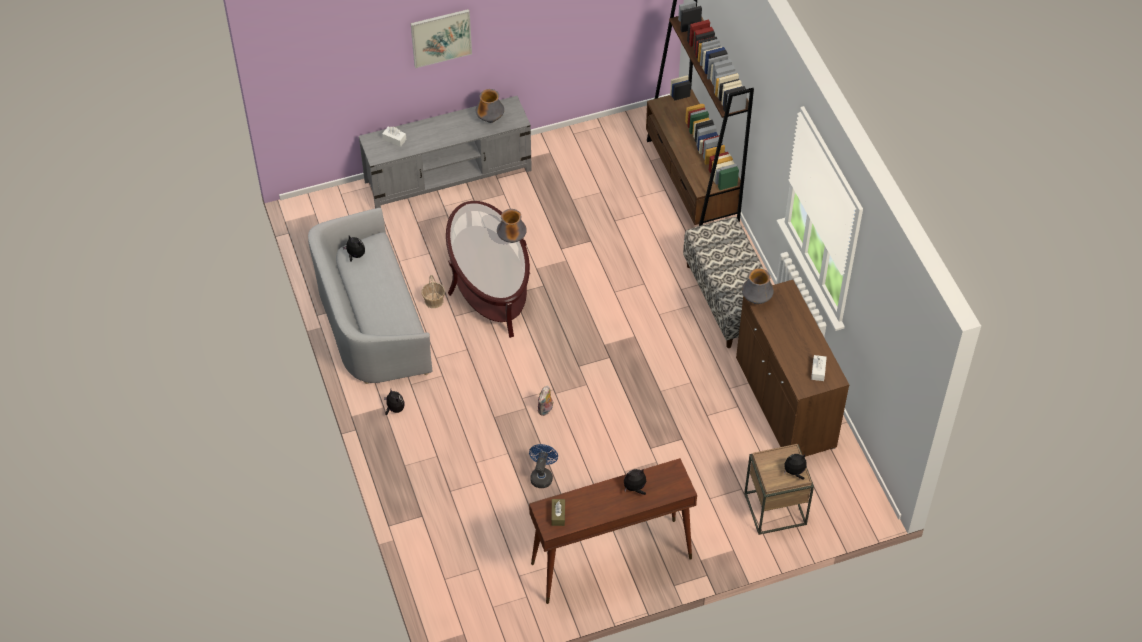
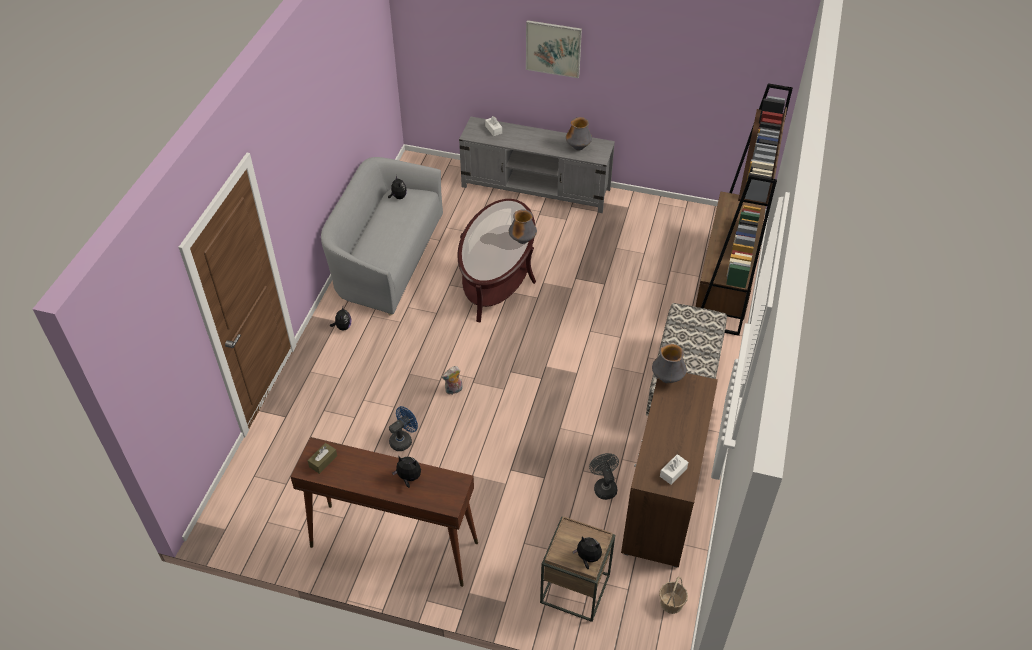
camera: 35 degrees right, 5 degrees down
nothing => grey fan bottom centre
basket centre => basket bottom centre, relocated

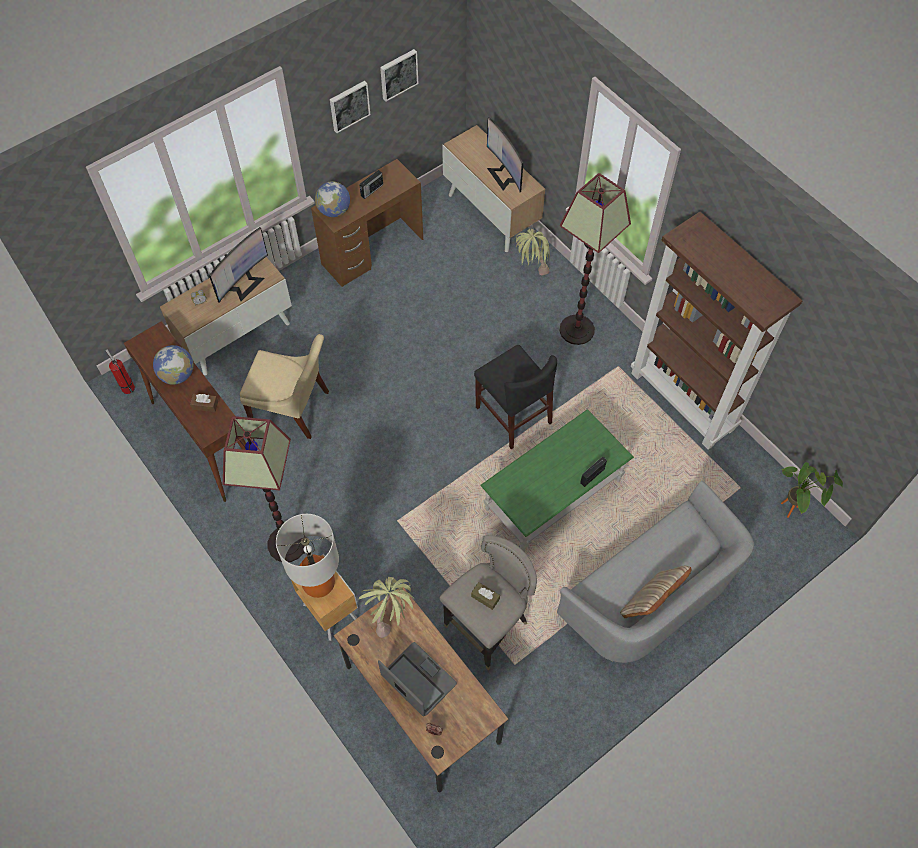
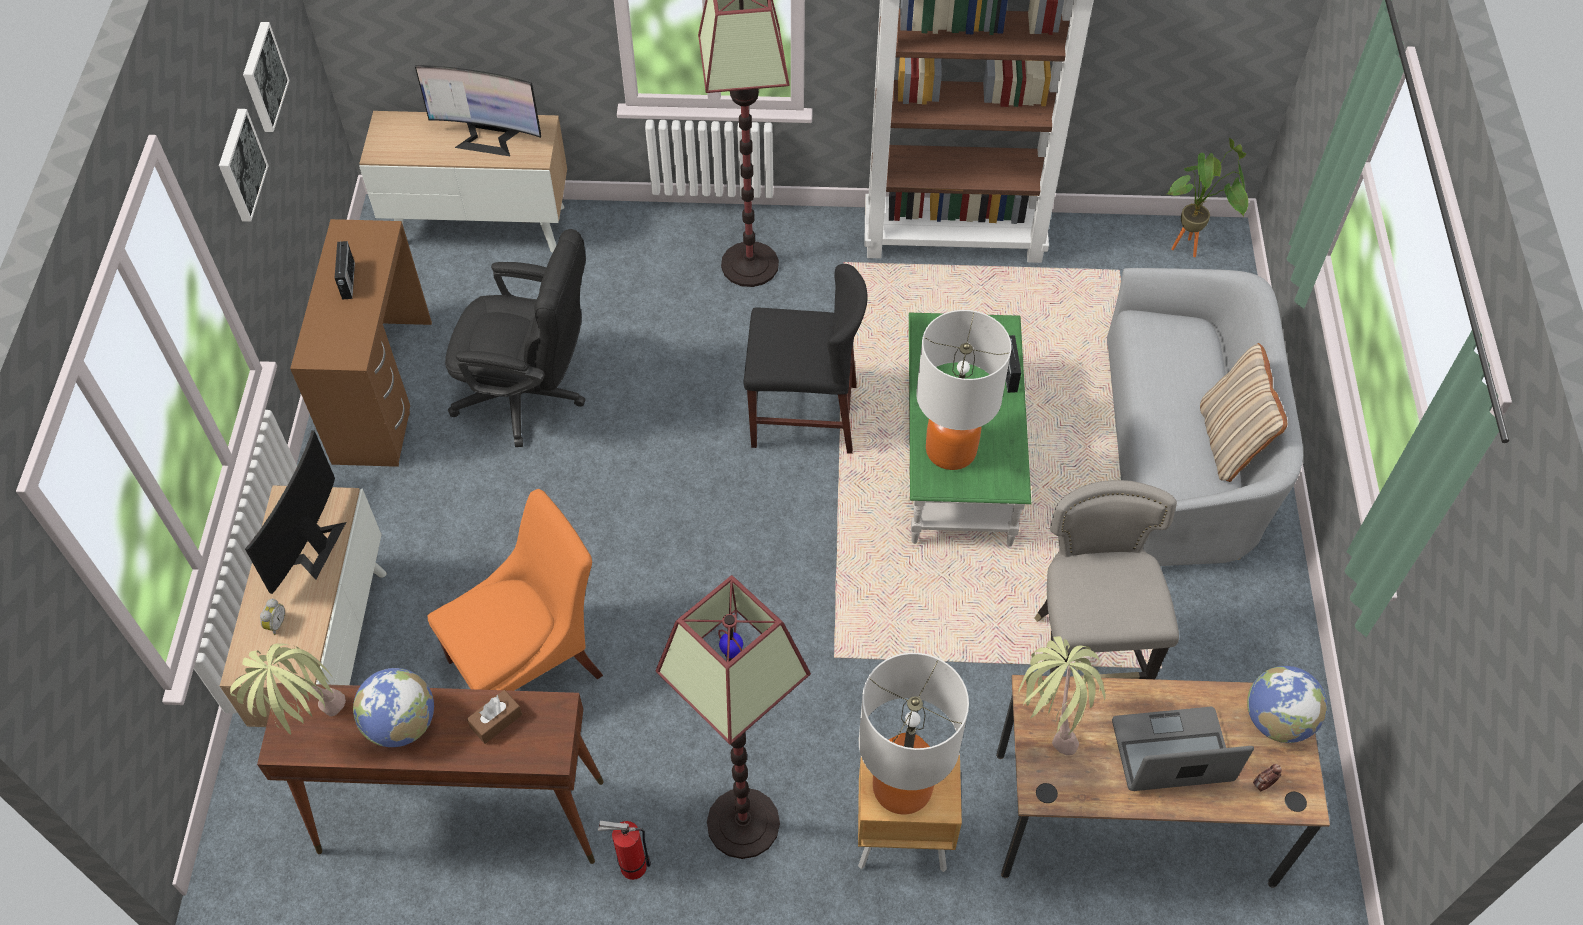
camera: 50 degrees left, 5 degrees down
potted plant (no. 2 from left in the first image) top centre => potted plant (no. 1 from left) bottom left, relocated
monitor (no. 1 from left) top left => monitor (no. 1 from left) middle left, 150 degrees counterclockwise
beige chair middle left => orange chair middle left
nothing => black office chair middle left
fire extinguisher middle left => fire extinguisher bottom centre, relocated
nothing => table lamp (no. 2 from left) centre
globe (no. 2 from left) top centre => globe (no. 2 from left) bottom right, relocated
brown tissue box (no. 2 from left) bottom centre => nothing

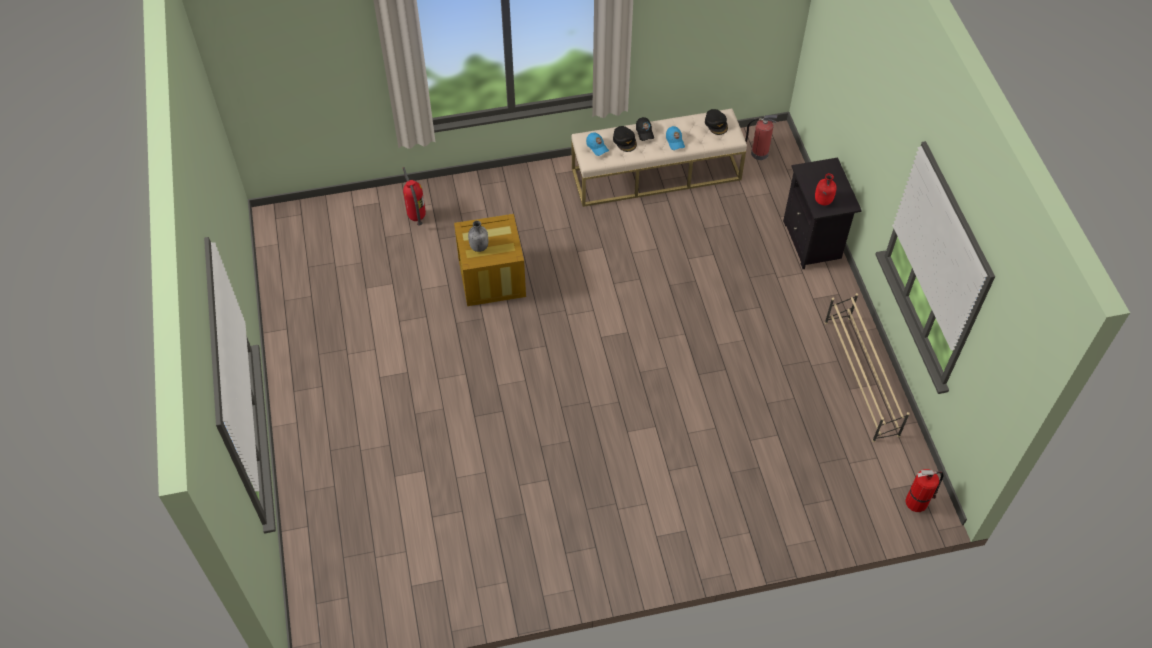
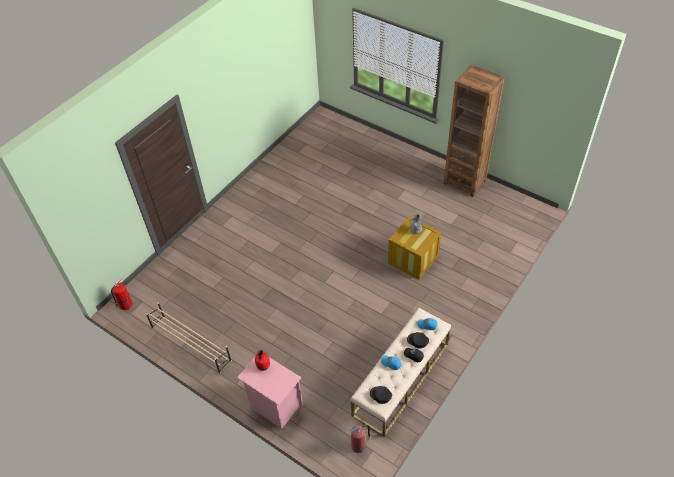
camera: 140 degrees right, 5 degrees down
black nightstand top right => pink nightstand bottom centre
nothing => brown bookcase top right
fire extinguisher (no. 1 from left) top centre => nothing

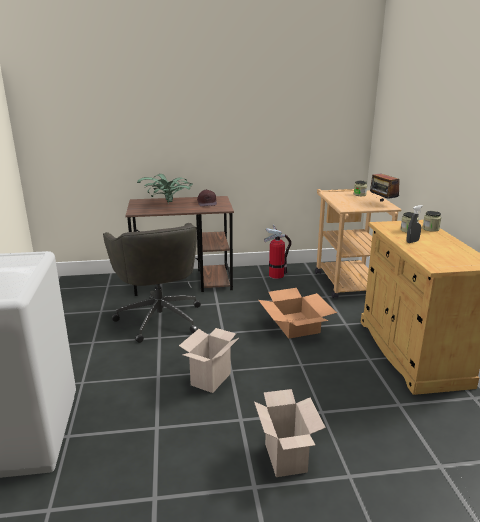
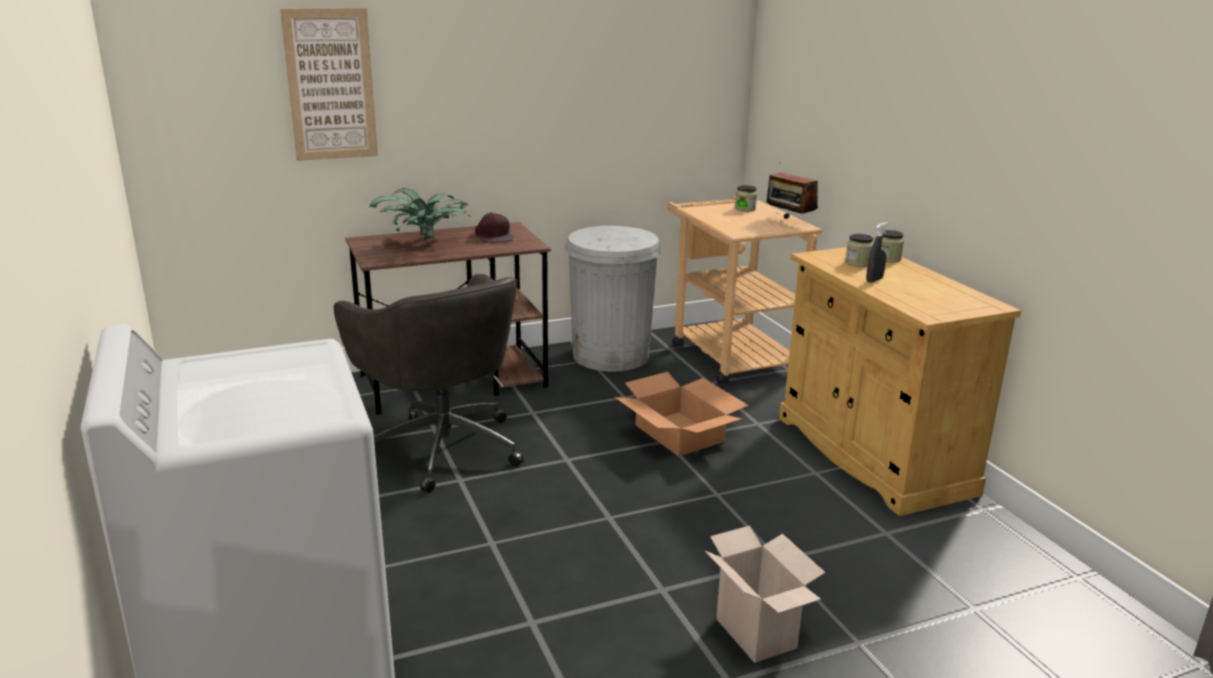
camera: 15 degrees left, 0 degrees up
nothing => picture top left
fire extinguisher centre => white trash can centre
cardboard box (no. 1 from left) bottom centre => nothing

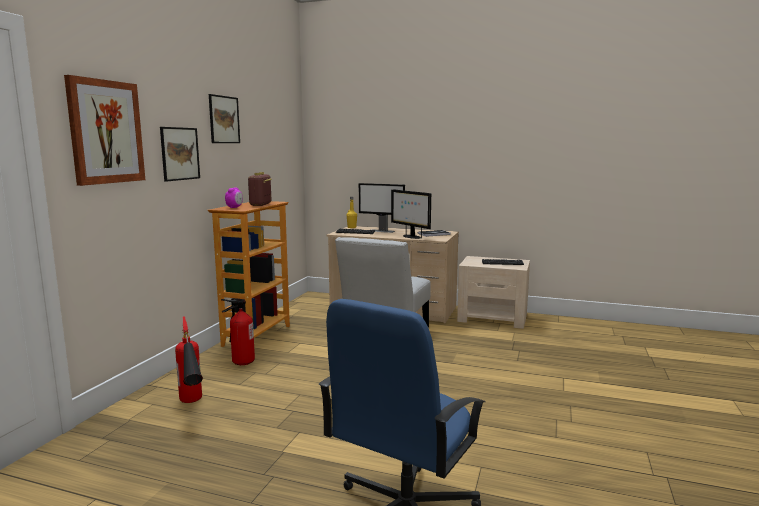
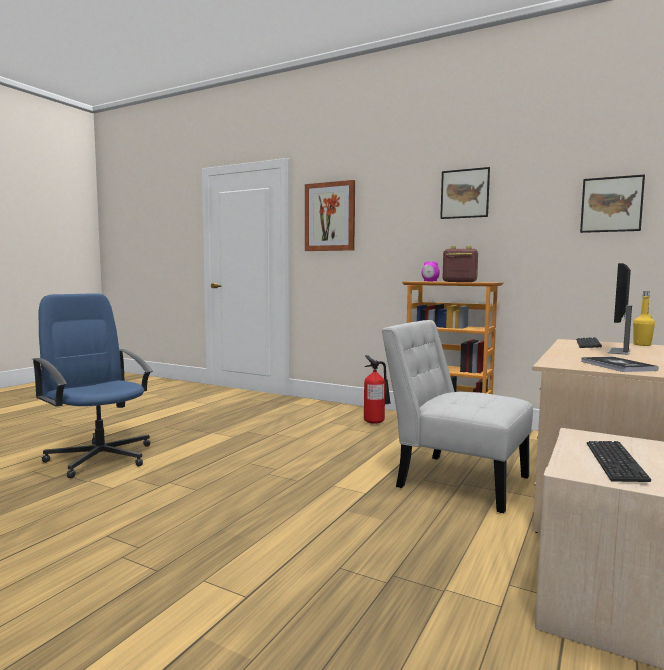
camera: 100 degrees right, 5 degrees down
picture (no. 2 from left in the first image) top left => picture (no. 3 from left) top right, relocated
fire extinguisher (no. 1 from left) bottom left => nothing
monitor (no. 2 from left) centre => nothing

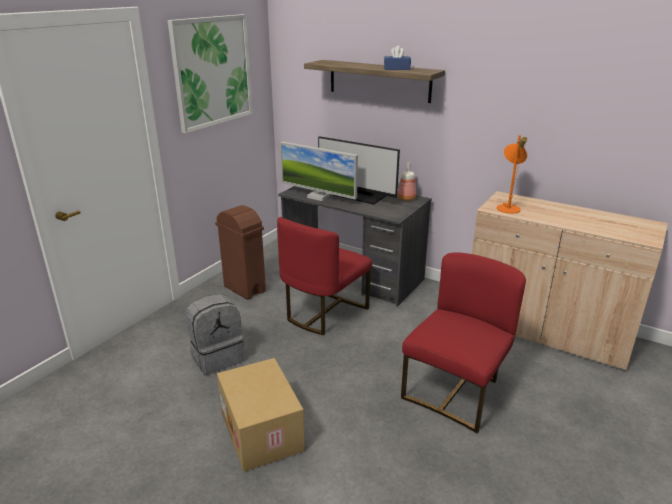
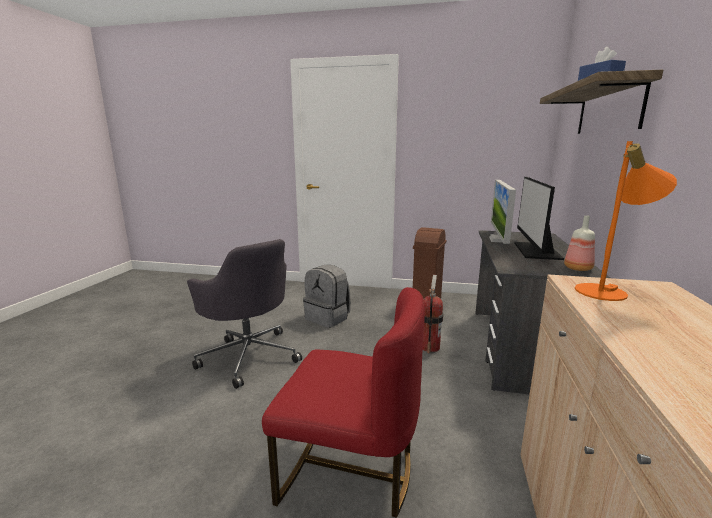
camera: 70 degrees right, 10 degrees down
cardboard box bottom centre => grey office chair centre
red chair (no. 1 from left) centre => fire extinguisher centre
picture top left => nothing

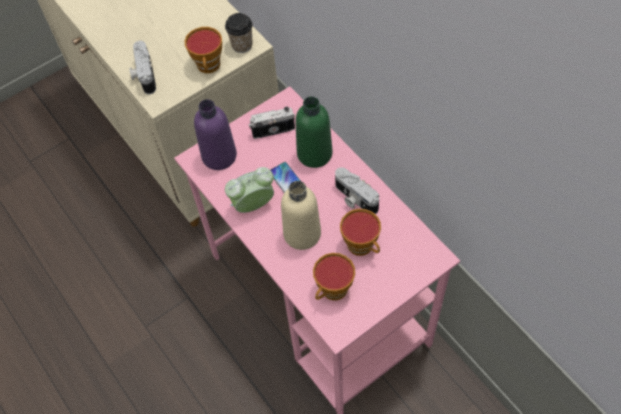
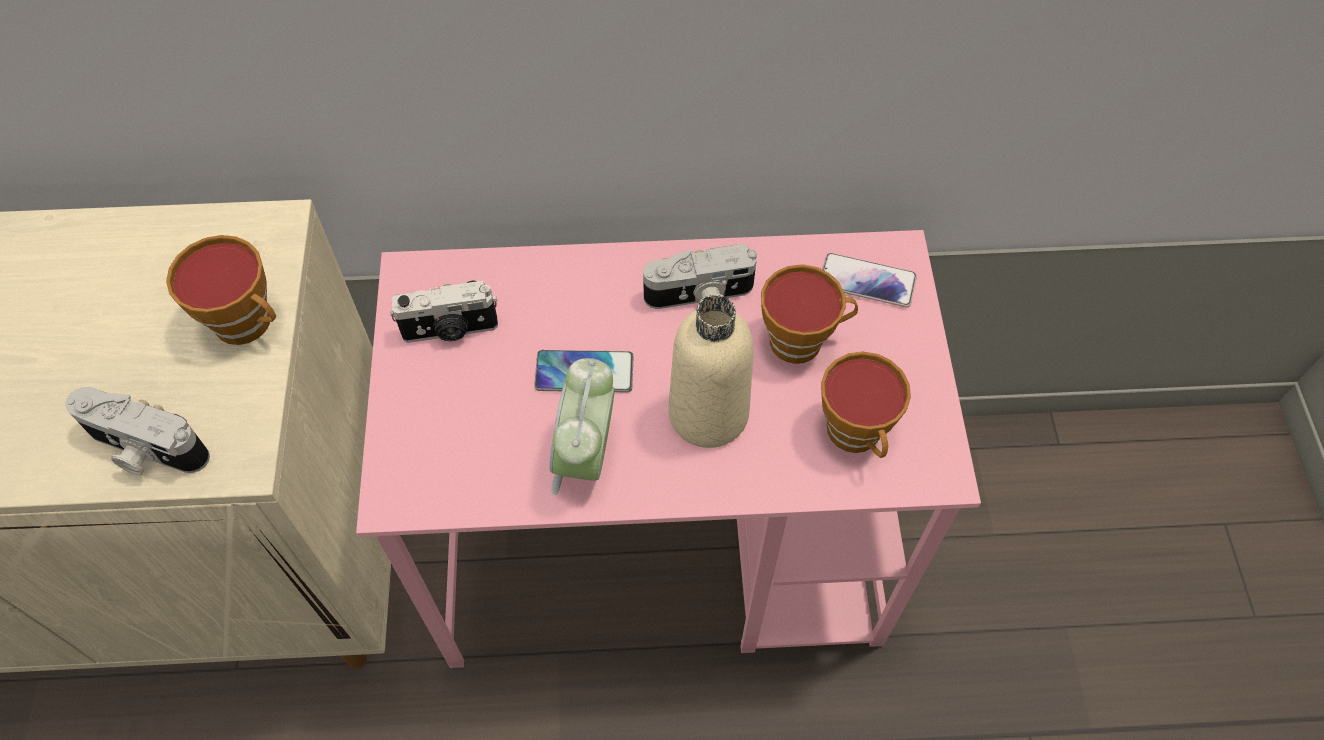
camera: 60 degrees left, 0 degrees up
photo camera (no. 2 from left) top centre => photo camera (no. 2 from left) centre, 120 degrees counterclockwise
nothing => phone (no. 2 from left) centre
purple bottle top centre => nothing
cup (no. 2 from left) top centre => nothing
green bottle top centre => nothing

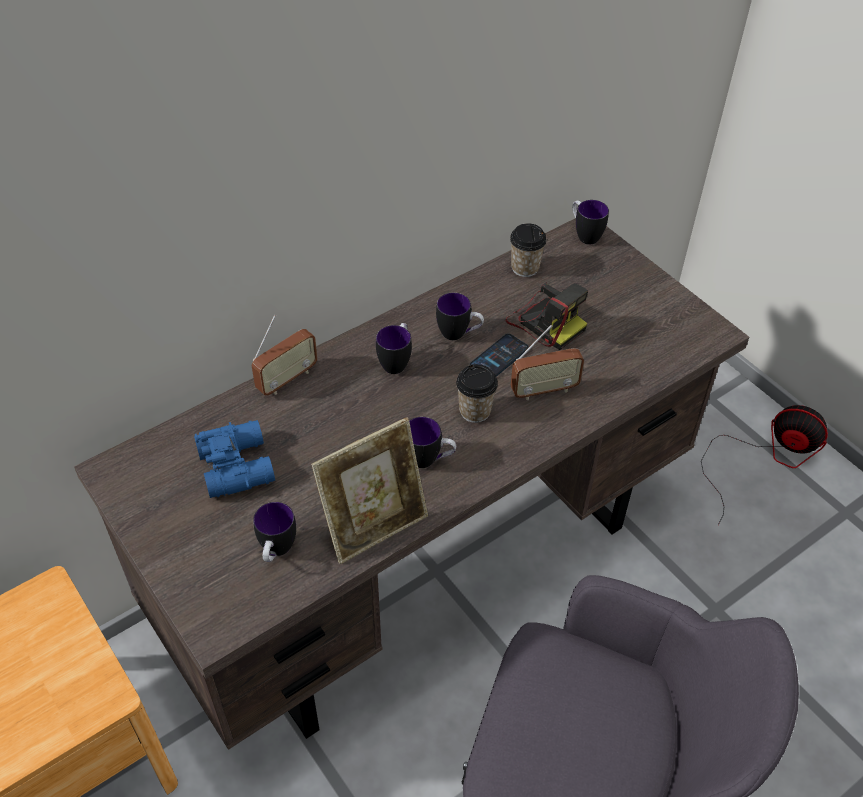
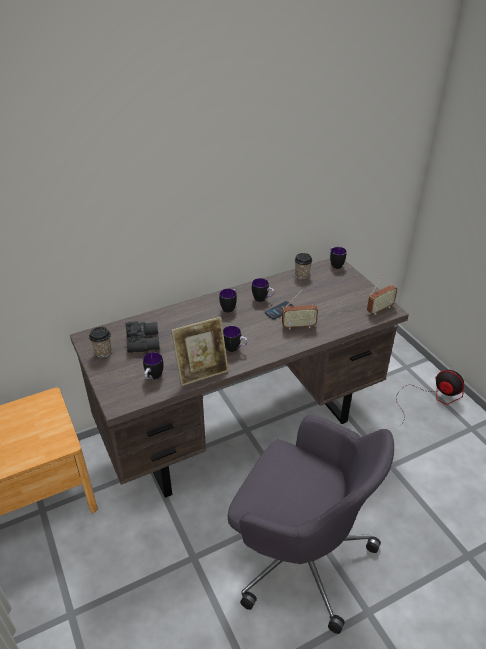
camera: 10 degrees right, 10 degrees down
cup (no. 1 from left) centre => cup (no. 1 from left) middle left, relocated
blue binoculars middle left => black binoculars middle left
radio (no. 1 from left in the first image) middle left => radio (no. 2 from left) middle right, relocated
photo camera centre => nothing

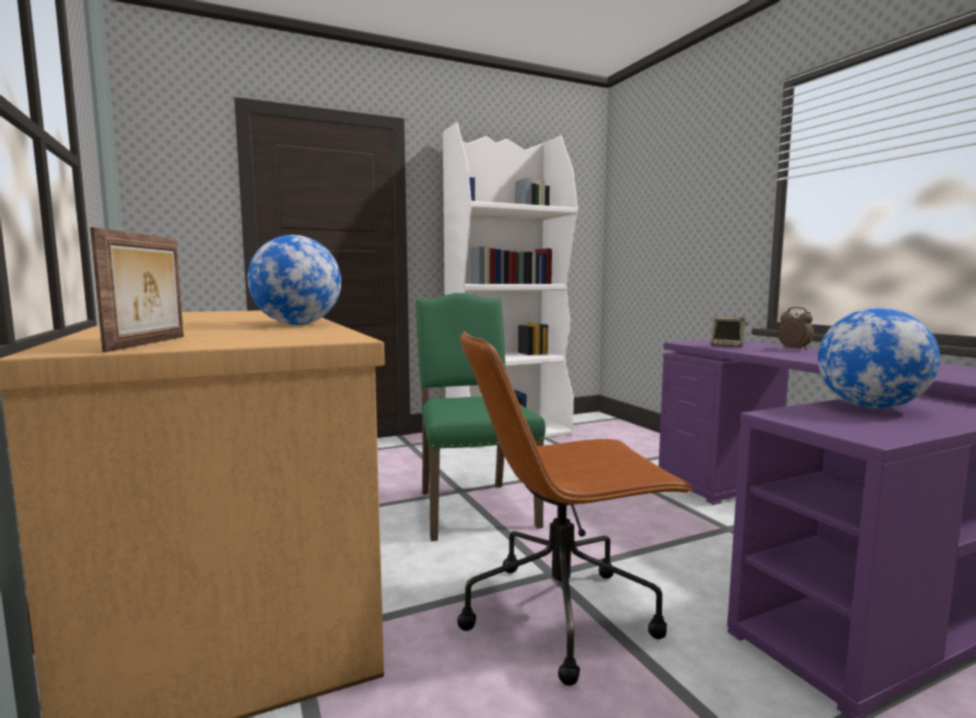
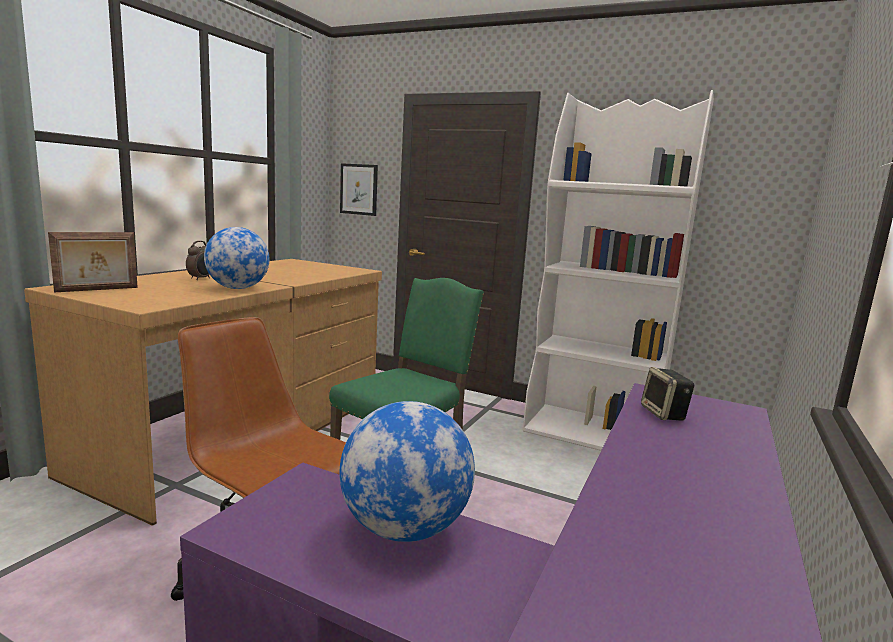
camera: 50 degrees right, 5 degrees up
alarm clock middle right => alarm clock middle left, relocated
nothing => picture top centre

